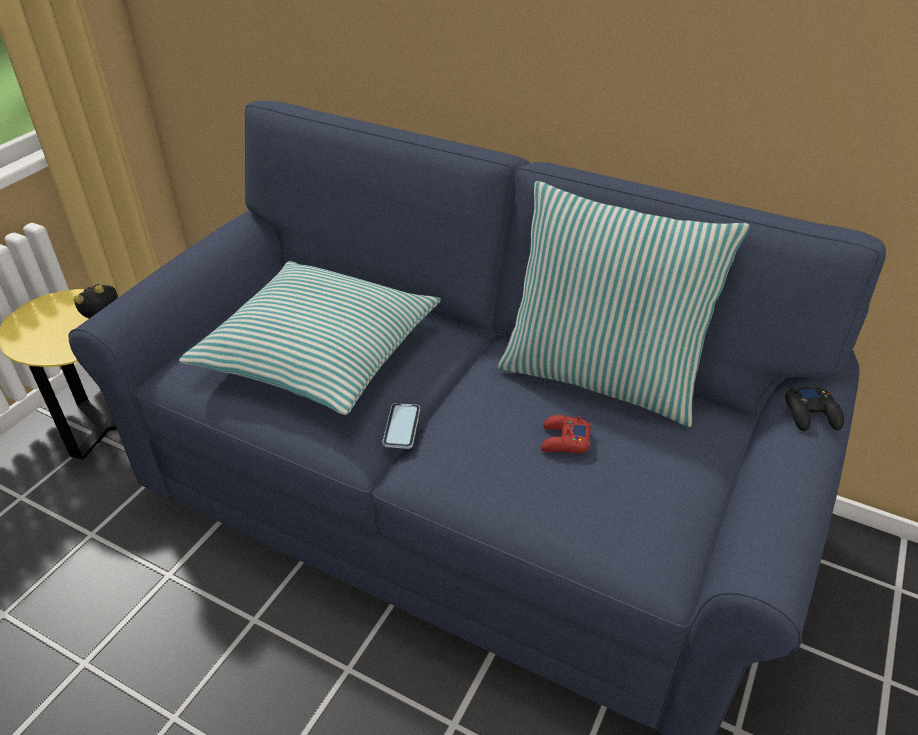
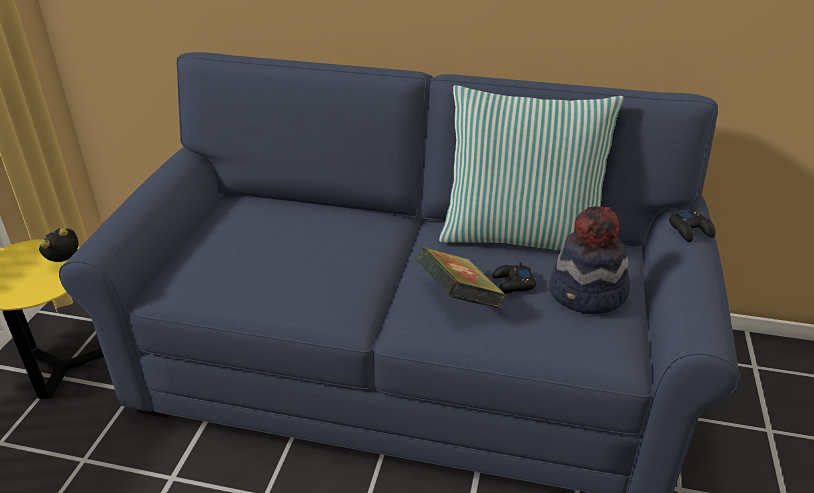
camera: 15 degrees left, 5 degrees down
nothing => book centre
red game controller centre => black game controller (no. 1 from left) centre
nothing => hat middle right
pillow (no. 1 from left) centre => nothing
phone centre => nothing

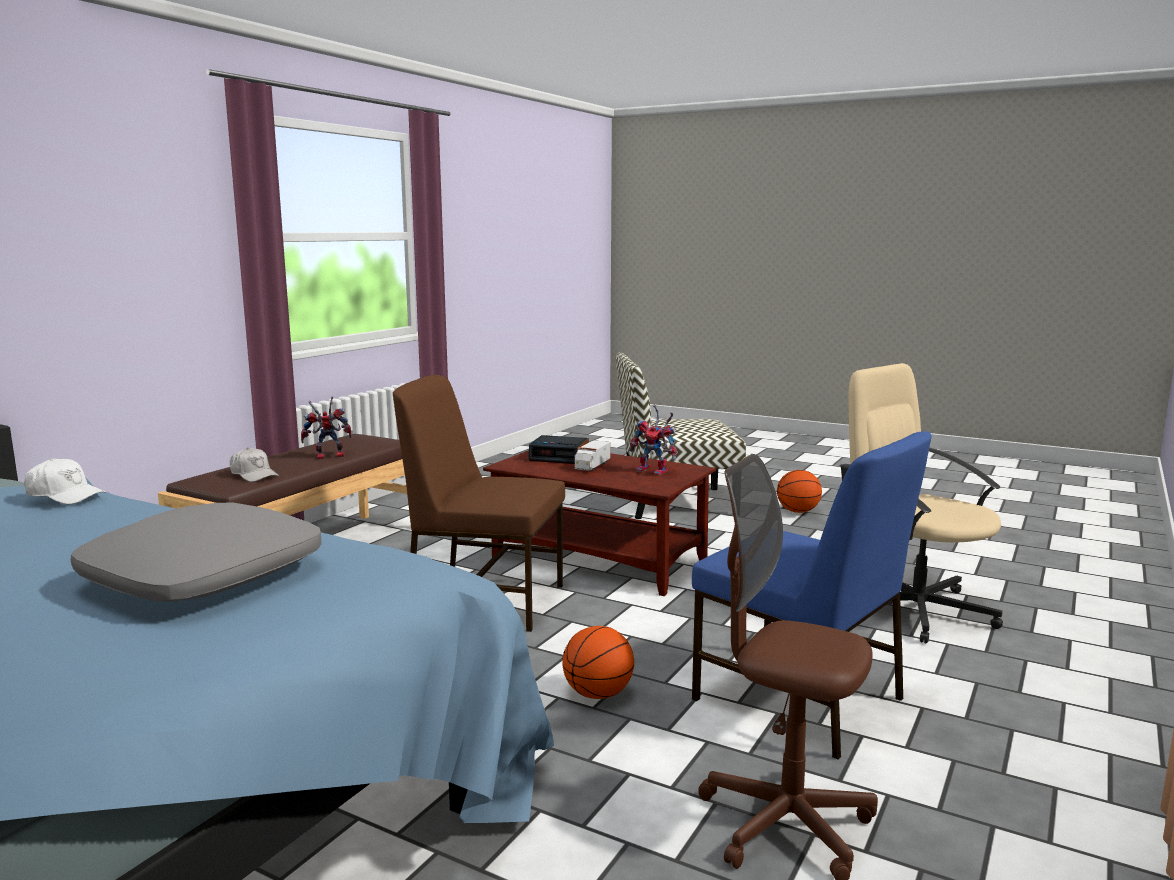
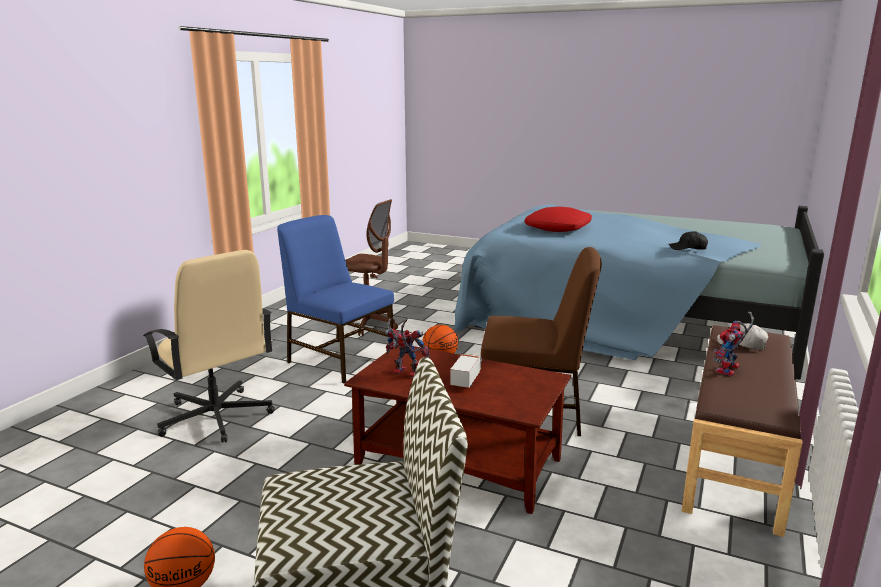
camera: 175 degrees right, 5 degrees up
grey pillow middle left => red pillow centre
white cap (no. 1 from left) middle left => black cap middle right
toy robot (no. 1 from left in the first image) middle left => toy robot (no. 2 from left) middle right, 150 degrees clockwise
alarm clock centre => nothing

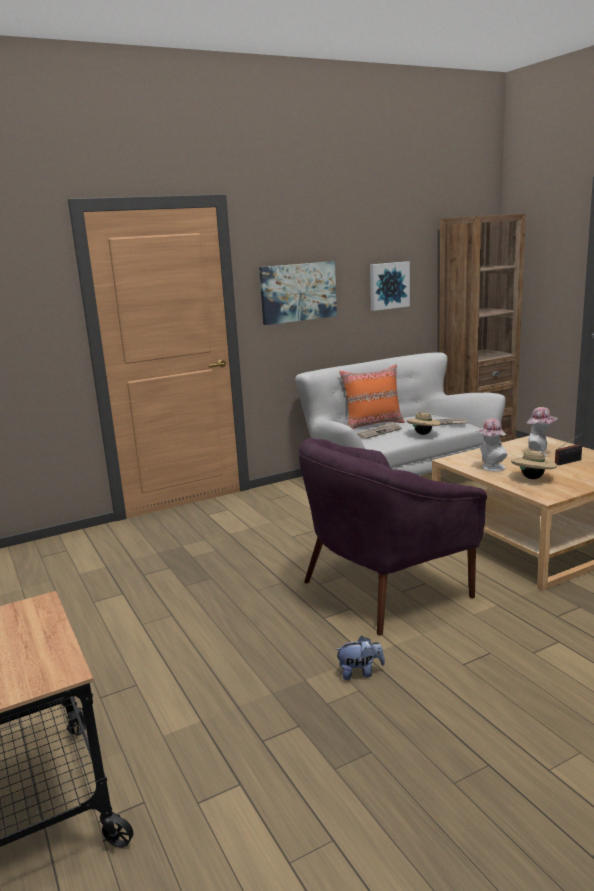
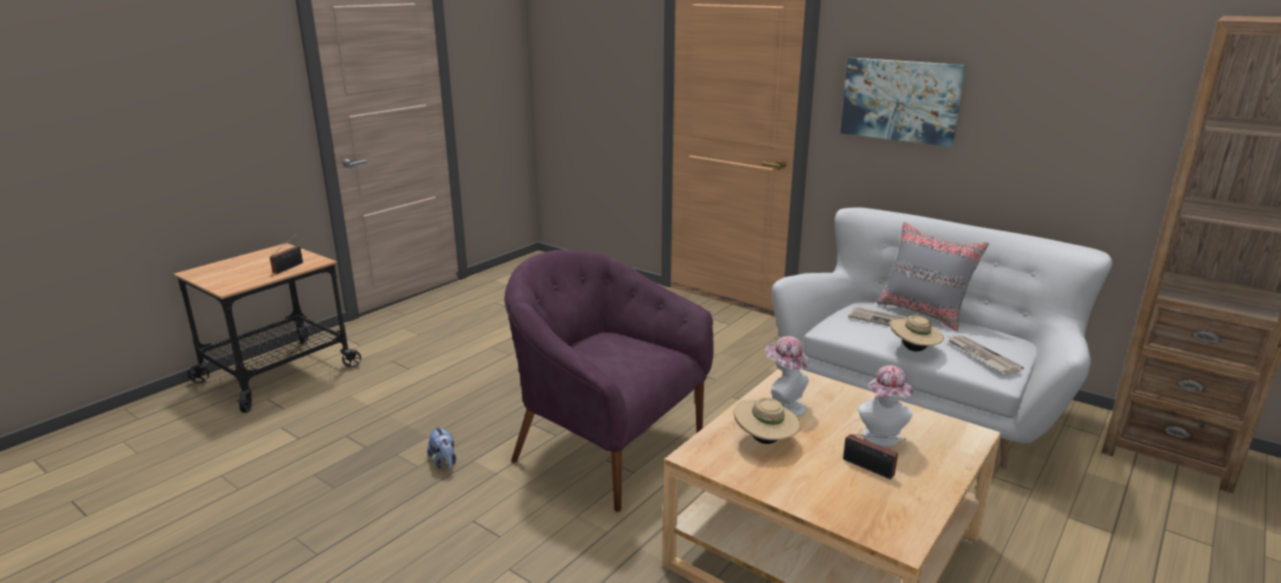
camera: 65 degrees right, 5 degrees up
nothing => radio (no. 1 from left) middle left
orange pillow centre => grey pillow middle right
picture (no. 2 from left) top centre => nothing

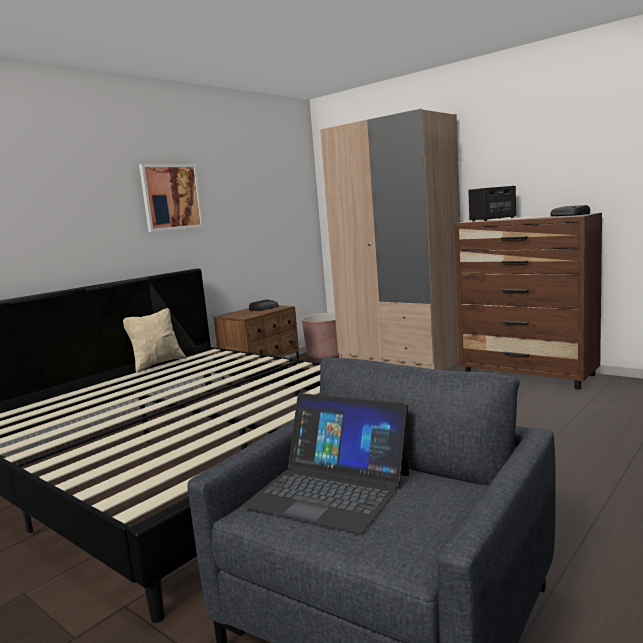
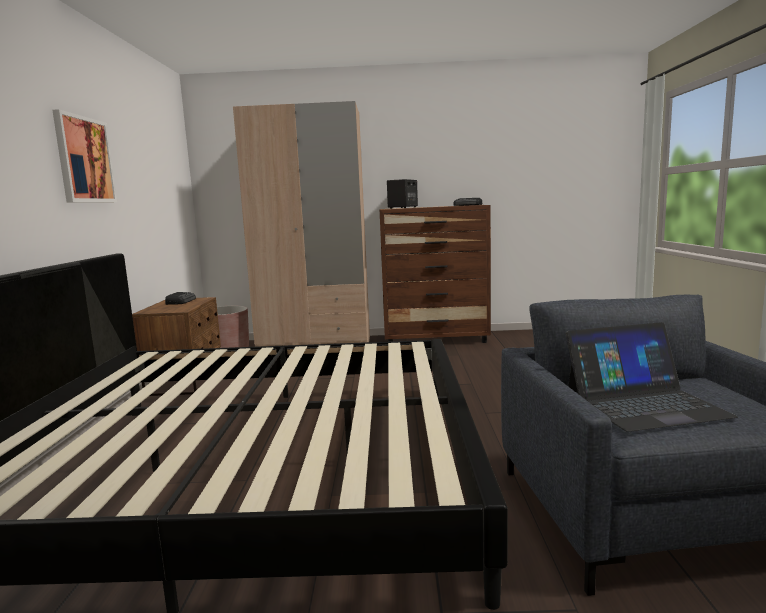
camera: 40 degrees left, 0 degrees up
beige pillow middle left => nothing

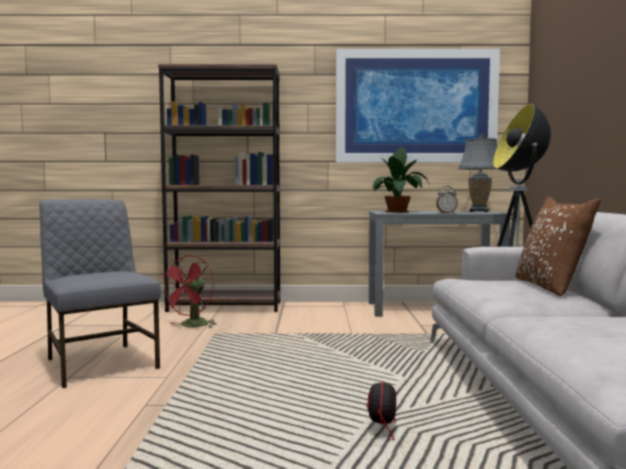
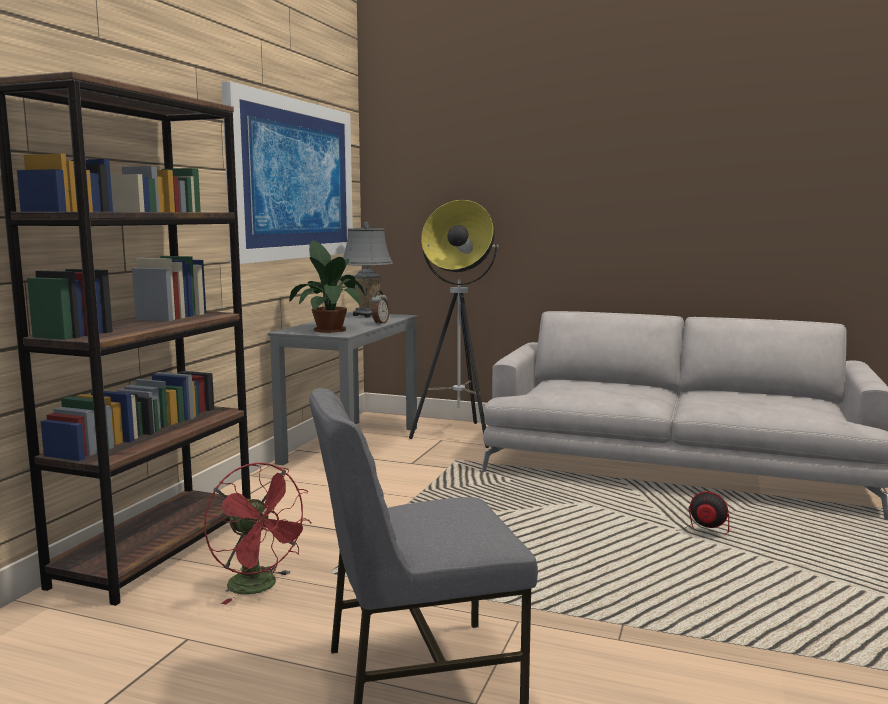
camera: 70 degrees left, 5 degrees up
brown pillow middle right => nothing

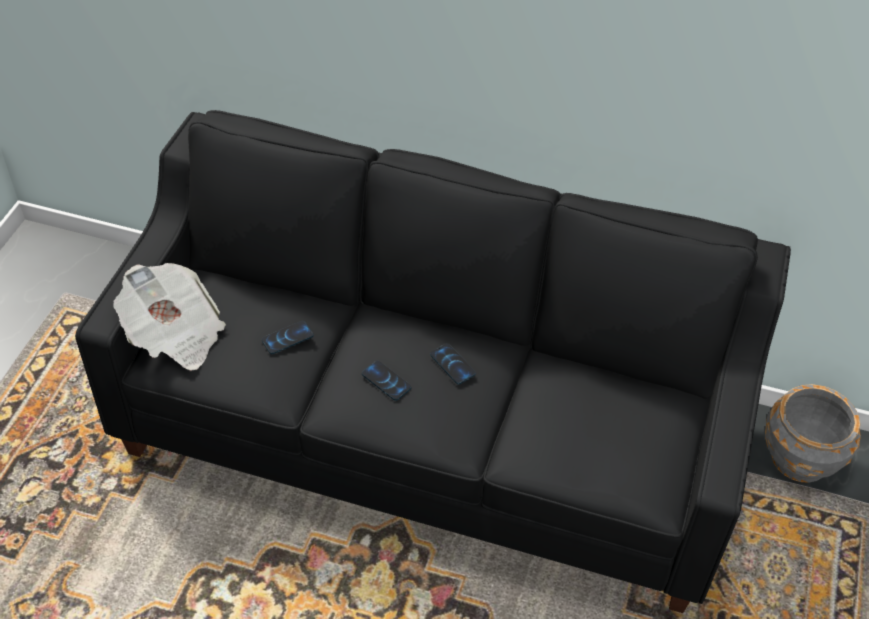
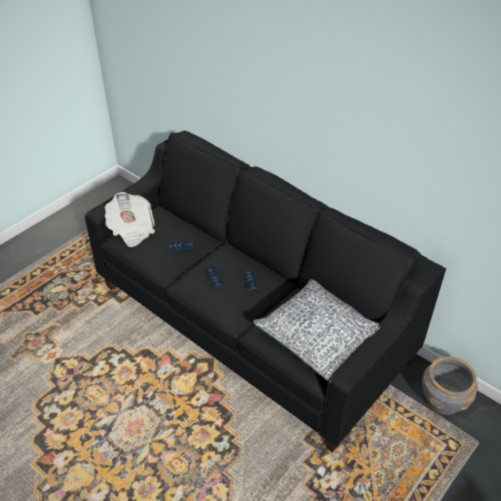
camera: 25 degrees right, 5 degrees down
nothing => pillow centre

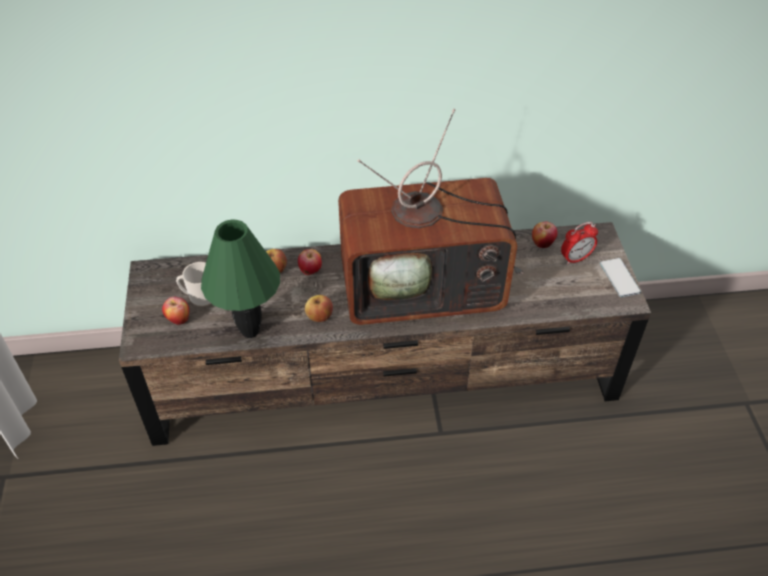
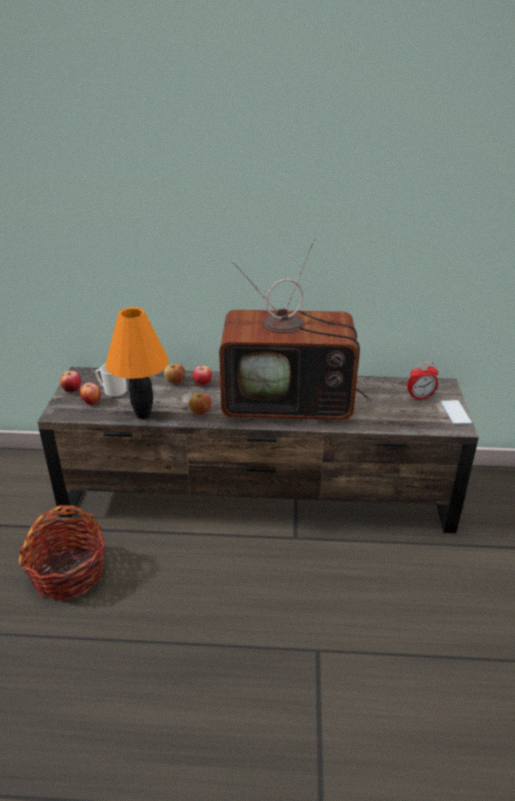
camera: 10 degrees right, 15 degrees down
nothing => basket bottom left
apple (no. 5 from left in the first image) middle right => apple (no. 1 from left) middle left, relocated
green table lamp middle left => orange table lamp middle left

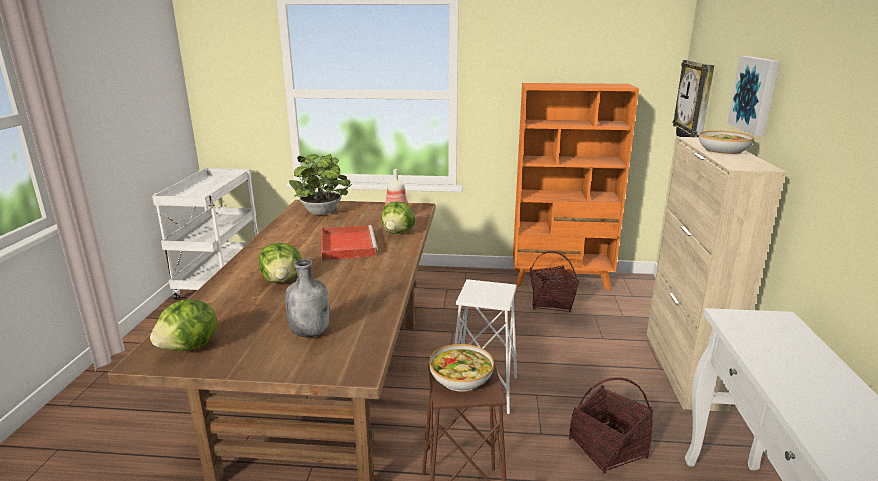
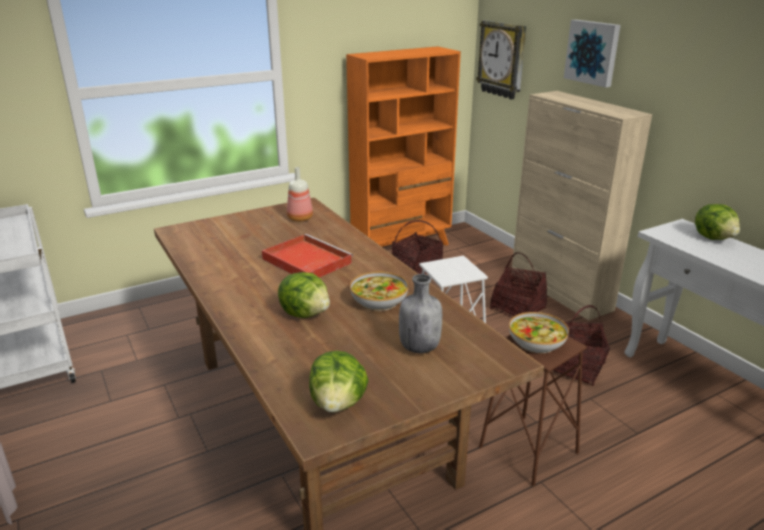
camera: 35 degrees left, 5 degrees up
bowl (no. 2 from left in the first image) top right => bowl (no. 1 from left) centre, relocated
nothing => basket (no. 2 from left) middle right
lettuce (no. 3 from left) centre => lettuce (no. 3 from left) middle right, relocated
potted plant centre => nothing

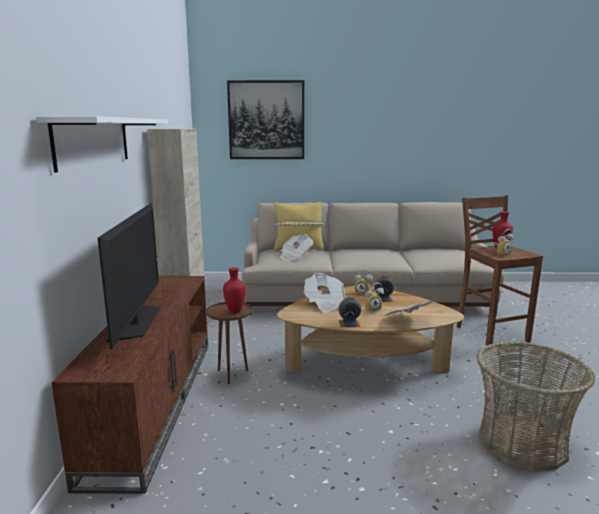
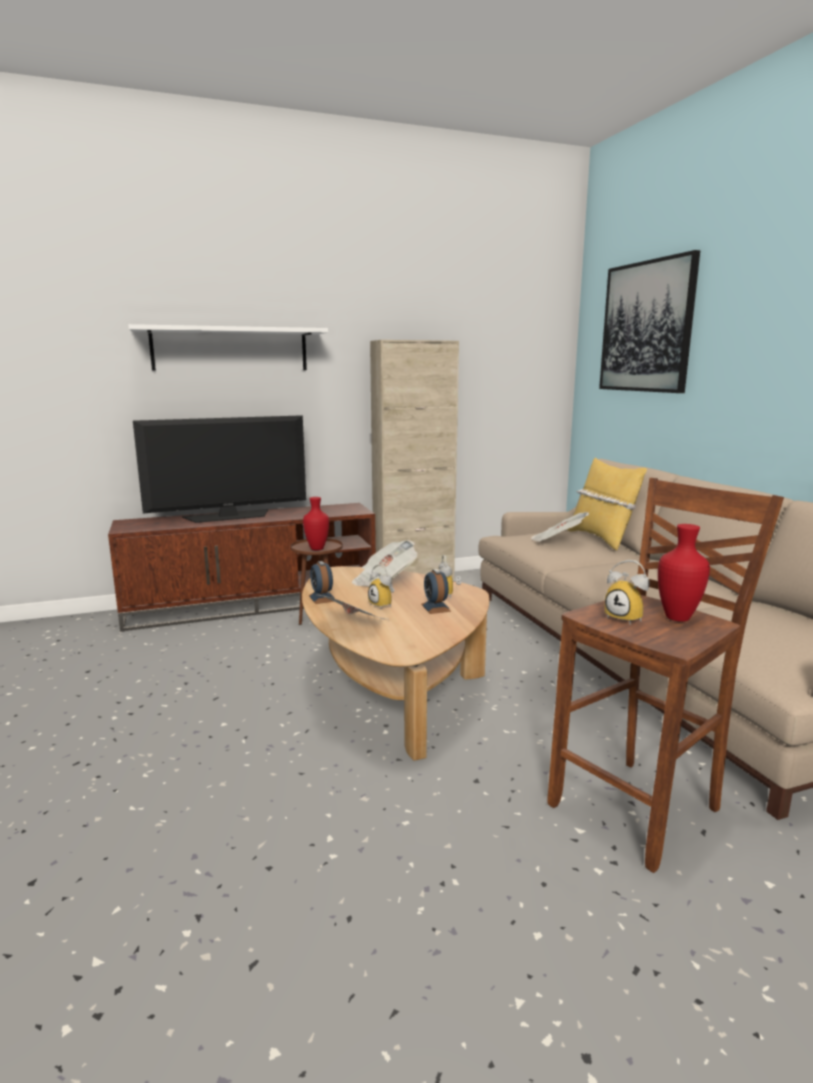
camera: 70 degrees right, 0 degrees up
basket bottom right => nothing

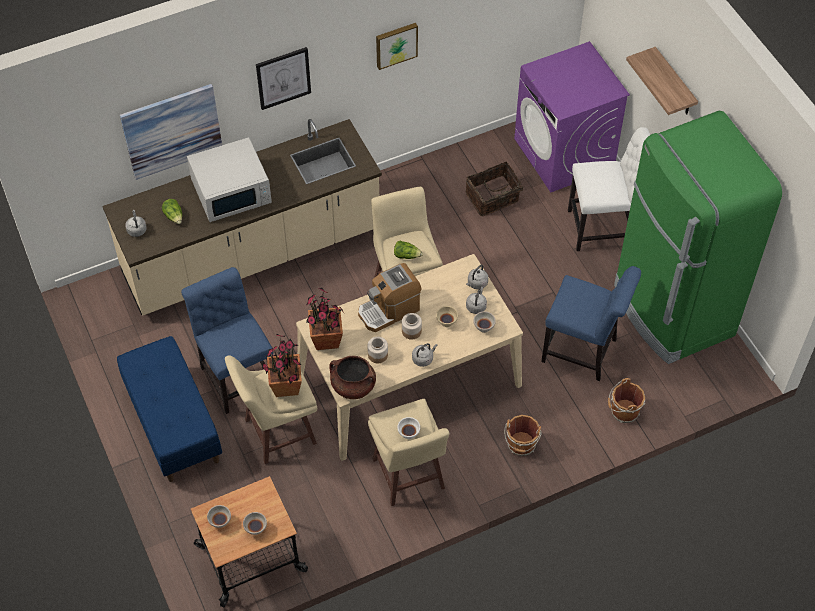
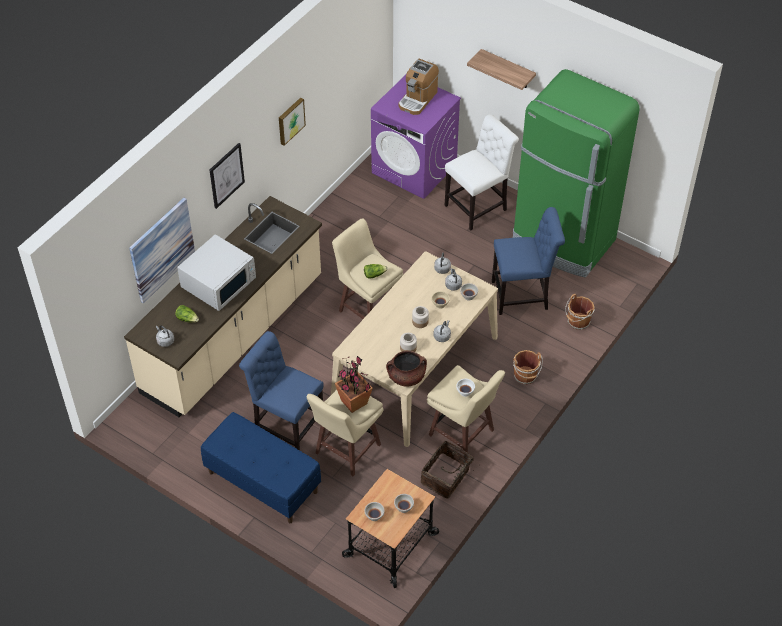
camera: 30 degrees left, 5 degrees down
coffee machine centre => coffee machine top centre, relocated
basket top centre => basket bottom centre, relocated
potted plant (no. 2 from left) centre => nothing

